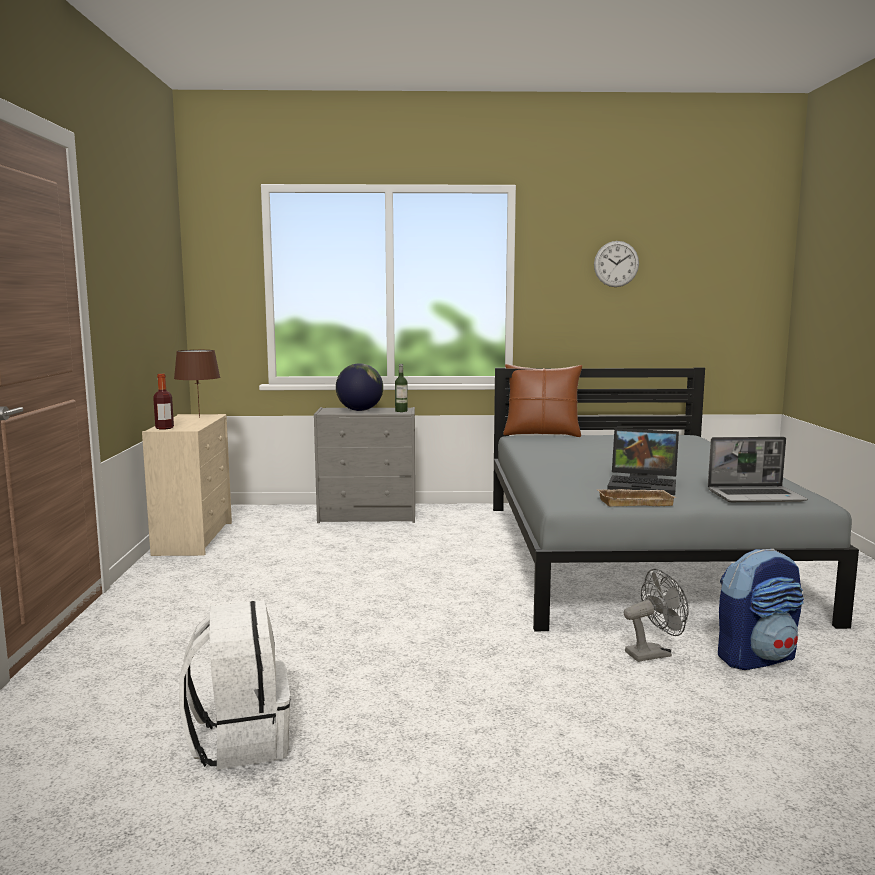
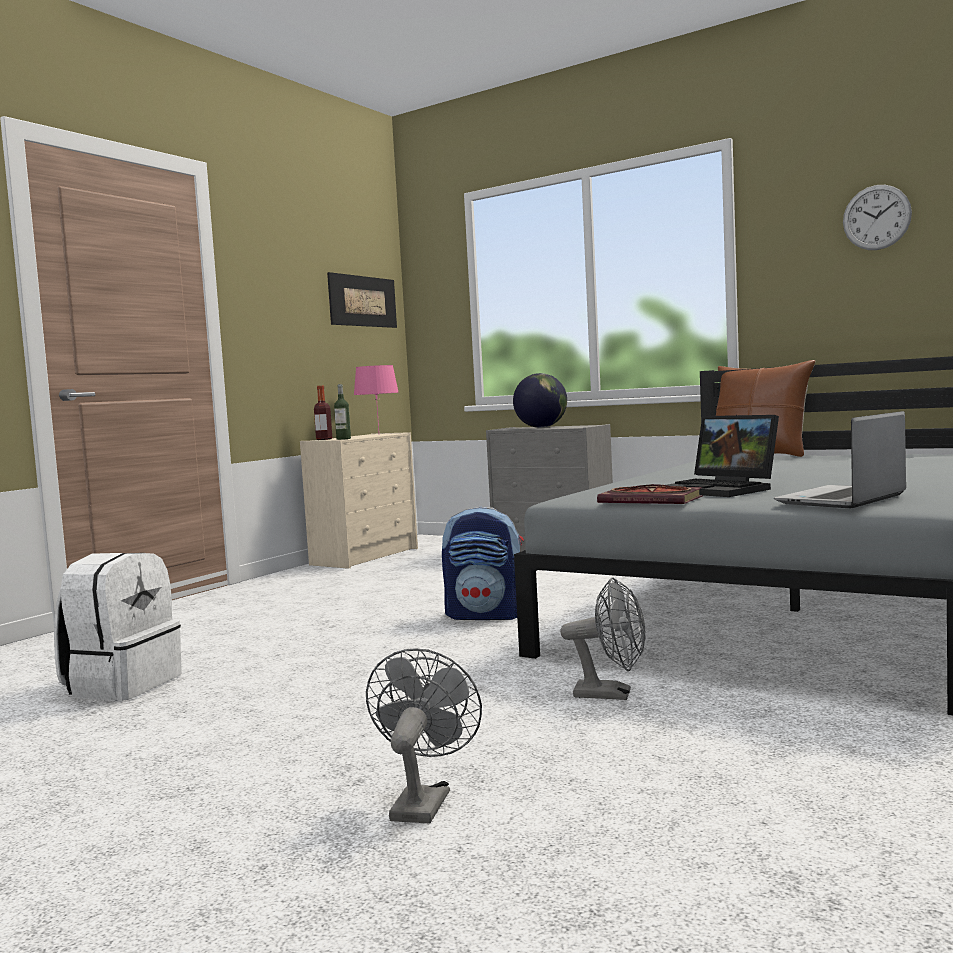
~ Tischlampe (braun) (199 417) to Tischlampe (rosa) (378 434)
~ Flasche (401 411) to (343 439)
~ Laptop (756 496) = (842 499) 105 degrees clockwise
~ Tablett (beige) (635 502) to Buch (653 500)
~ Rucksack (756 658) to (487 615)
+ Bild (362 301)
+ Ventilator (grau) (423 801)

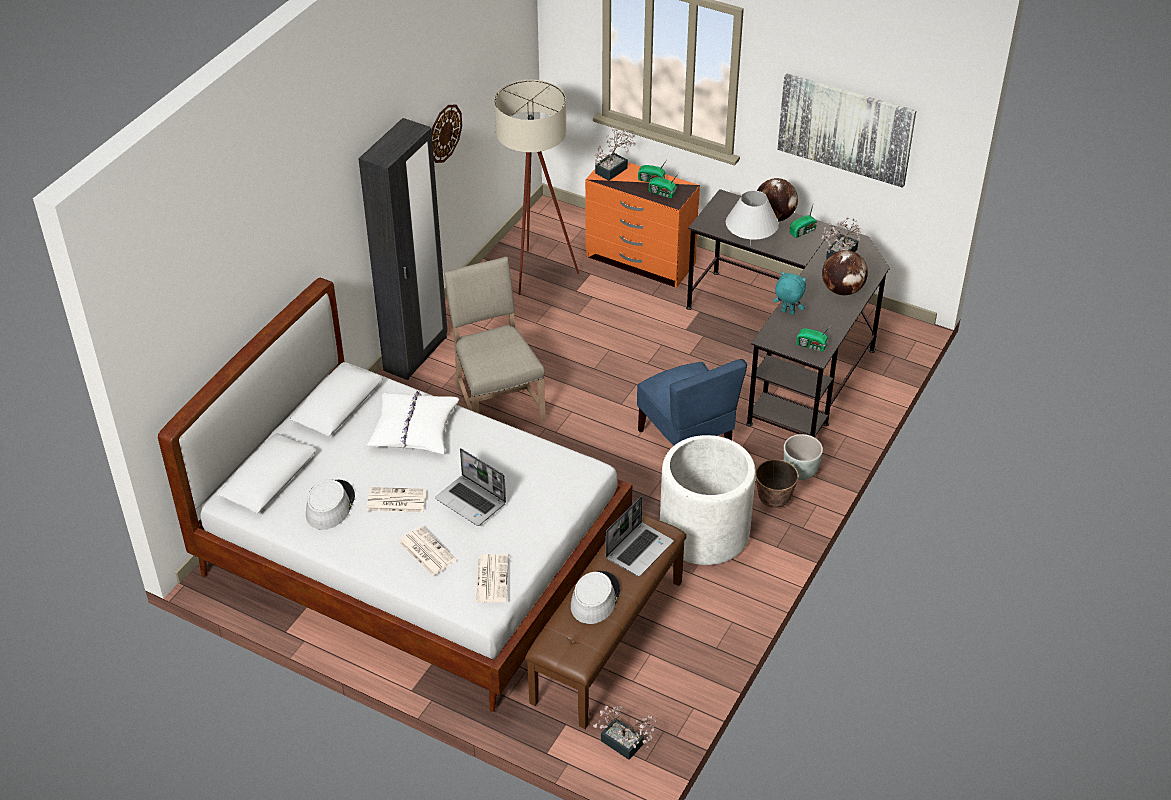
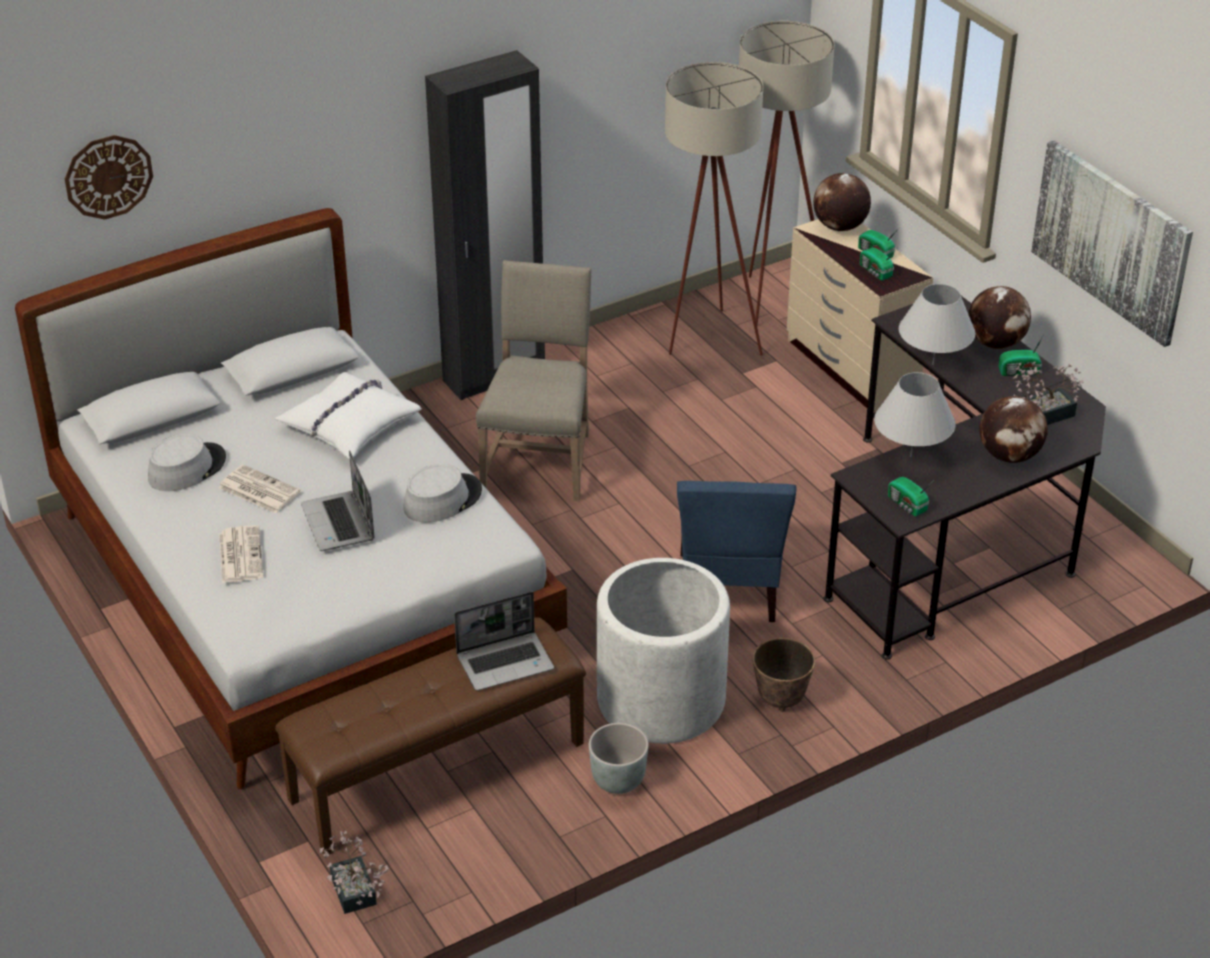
~ Wanduhr (444 133) to (108 176)
~ Topfpflanze (614 169) to Globus (839 227)
~ Kommode (orange) (640 261) to Kommode (beige) (851 367)
~ Plüschtier (türkis) (787 312) to Tischlampe (weiß) (910 456)
~ Pflanzkübel (grau) (800 472) to (617 781)
- Zeitung (491 578)
~ Hut (grau) (595 598) to (442 499)
+ Stehlampe (beige) (772 296)

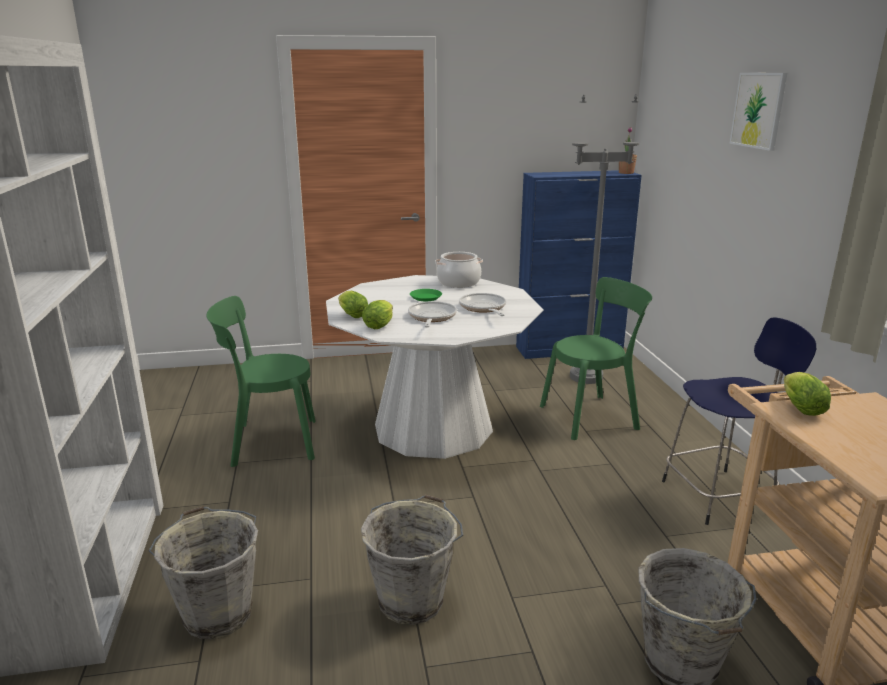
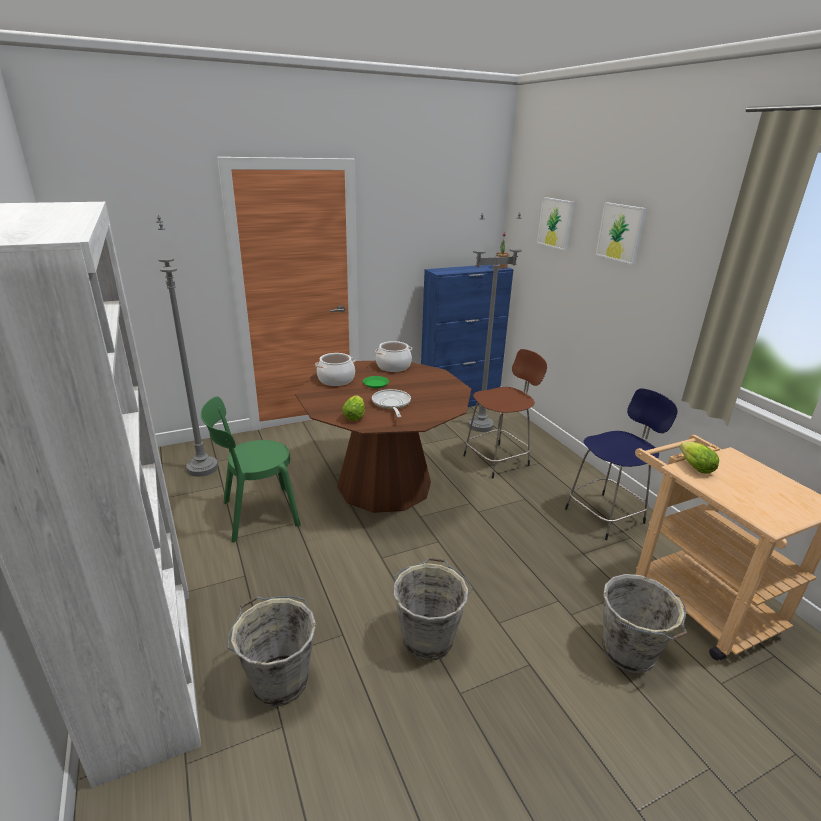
~ Esstisch (weiß) (433 427) to Esstisch (braun) (384 484)
~ Stuhl (grün) (592 416) to Hocker (braun) (498 460)
- Salatkopf (351 315)
- Pfanne (483 308)
+ Bild (555 223)
+ Stehlampe (grau) (203 468)
+ Kochtopf (336 380)

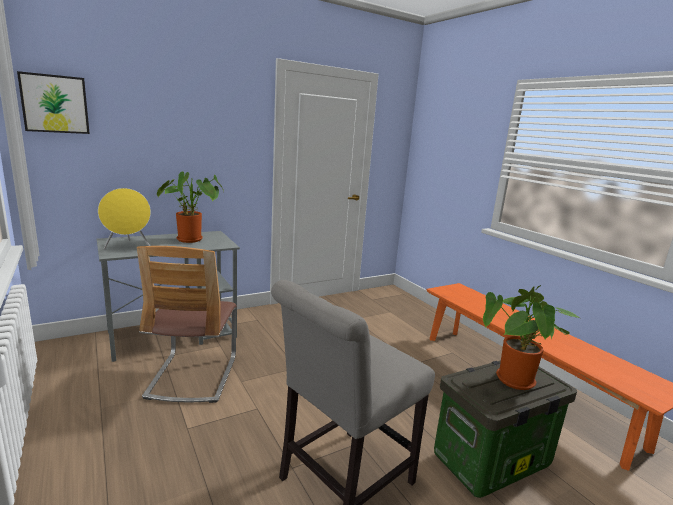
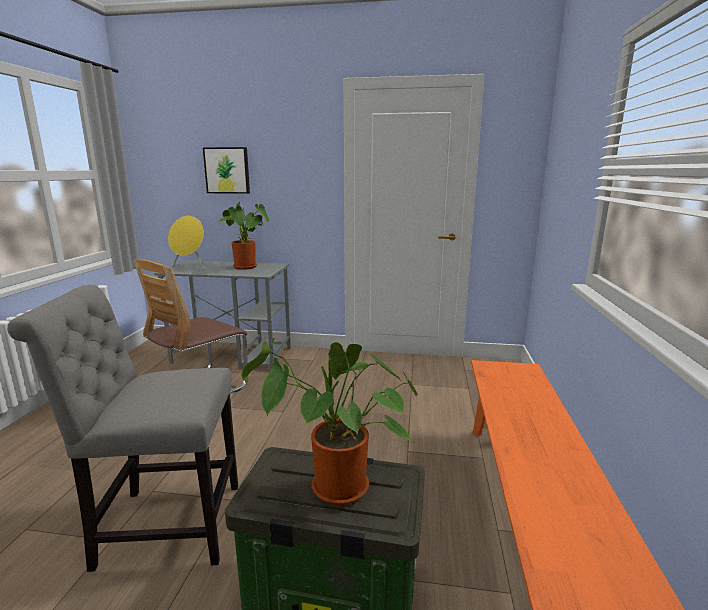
~ Bild (55 104) to (227 170)

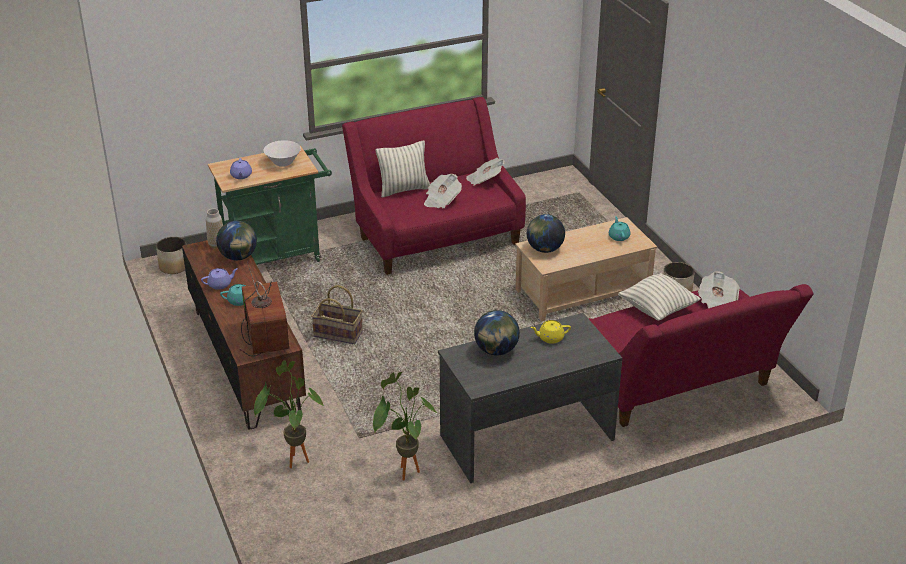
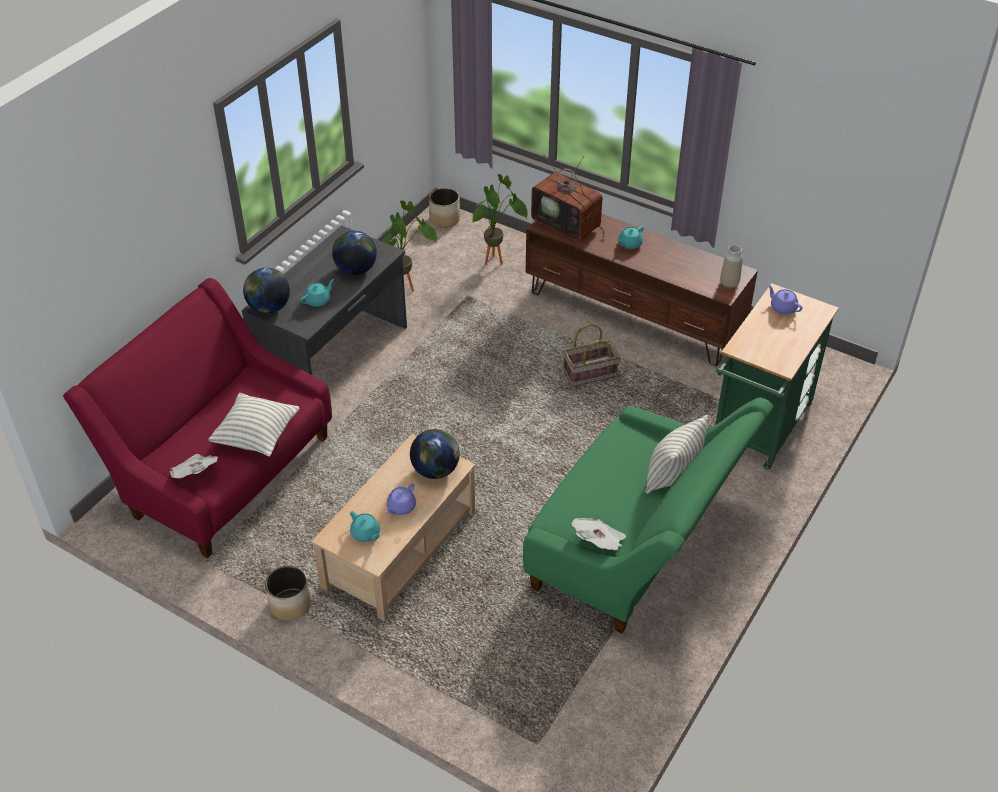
~ Sofa (rot) (435 236) to Sofa (grün) (636 549)
- Schüssel (weiß) (283 163)
- Zeitung (441 200)
~ Globus (238 257) to (269 308)
~ Pflanzkübel (174 267) to (445 219)
~ Teekanne (lila) (220 284) to (401 507)
~ Teekanne (gelb) (550 338) to Teekanne (türkis) (318 300)

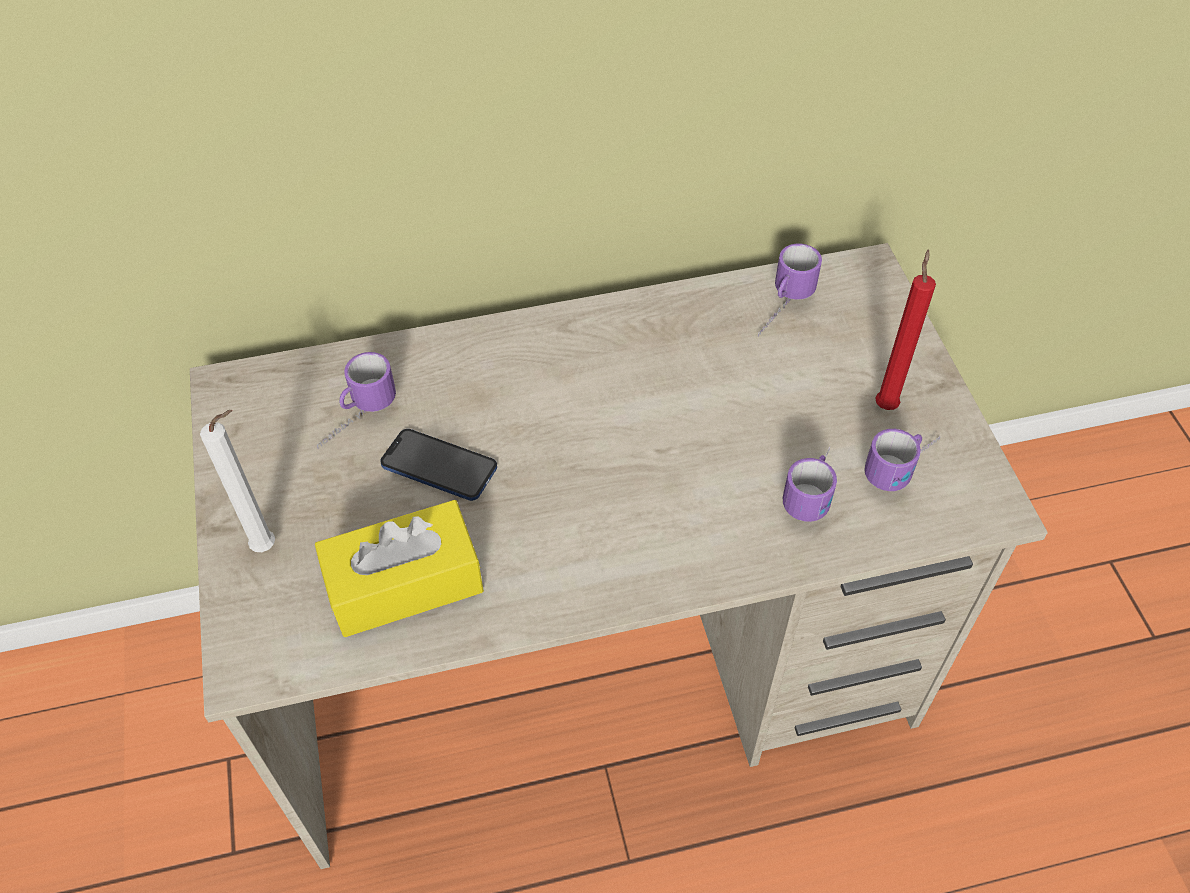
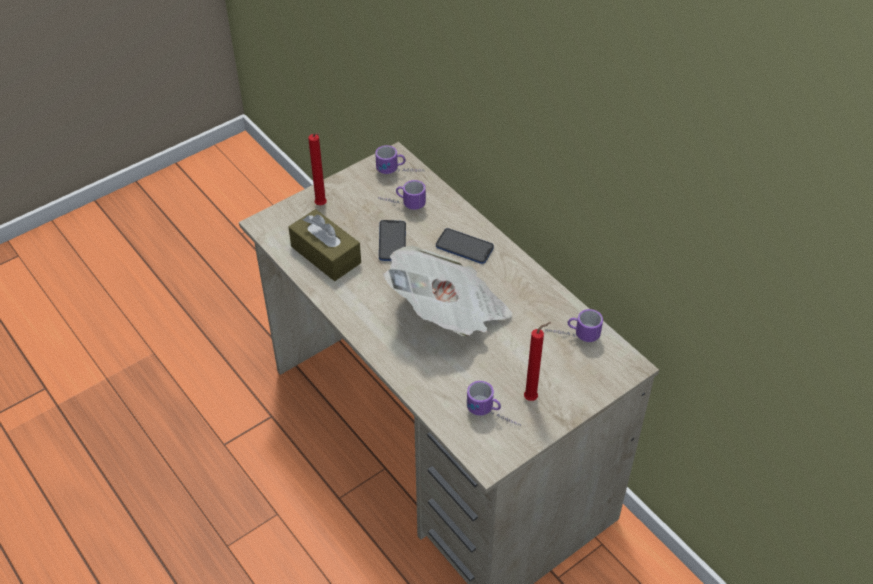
~ Kerze (weiß) (269 546) to Kerze (rot) (322 206)
~ Henkelbecher (813 489) to (400 172)
~ Taschentuchbox (gelb) (404 583) to Taschentuchbox (braun) (326 255)
+ Handy (464 247)
+ Zeitung (449 313)

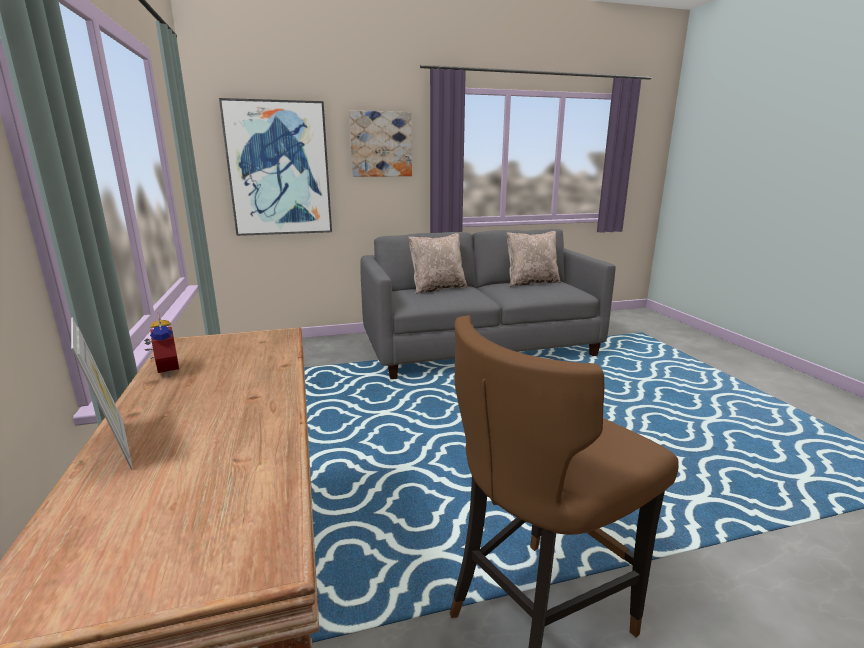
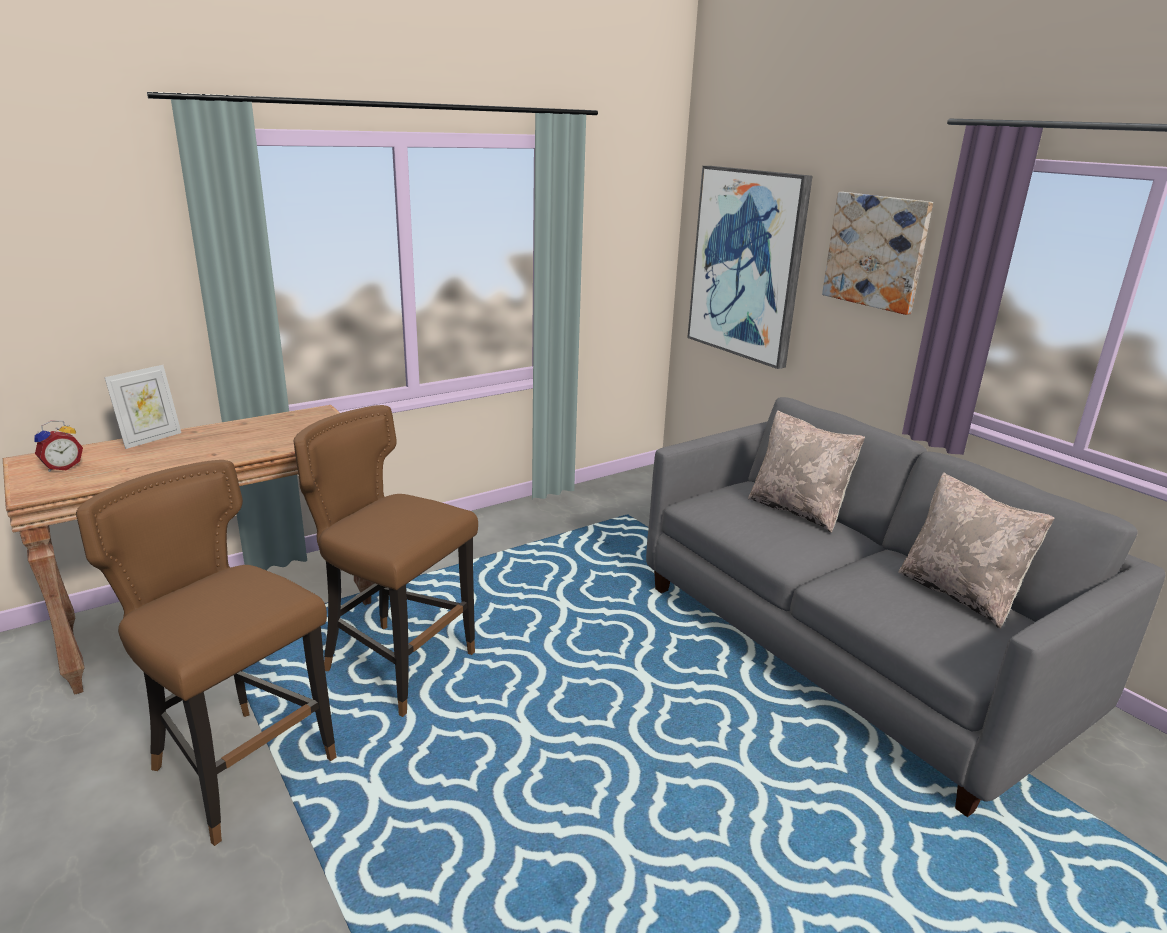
~ Wecker (165 371) to (62 467)
+ Hocker (braun) (397 665)

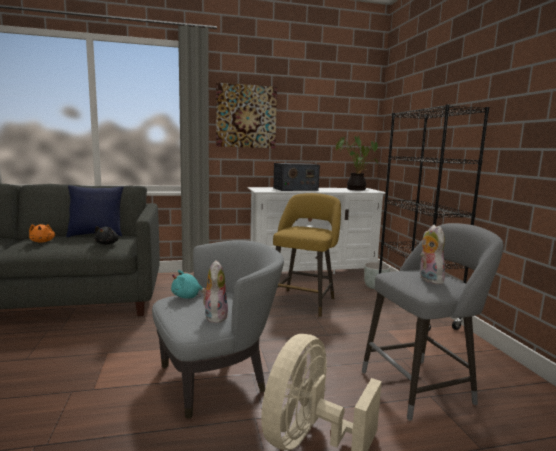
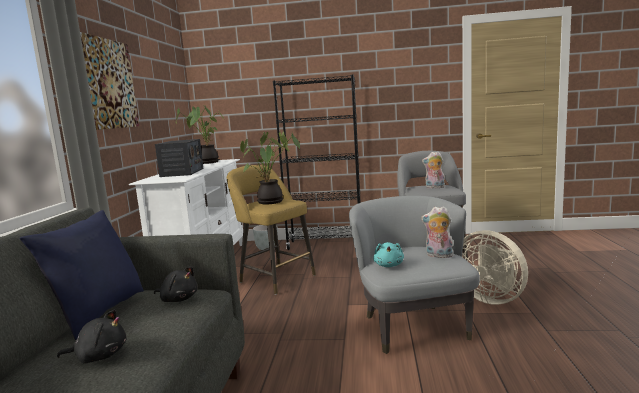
~ Plüschtier (orange) (42 241) to Plüschtier (schwarz) (99 356)
+ Topfpflanze (271 202)

